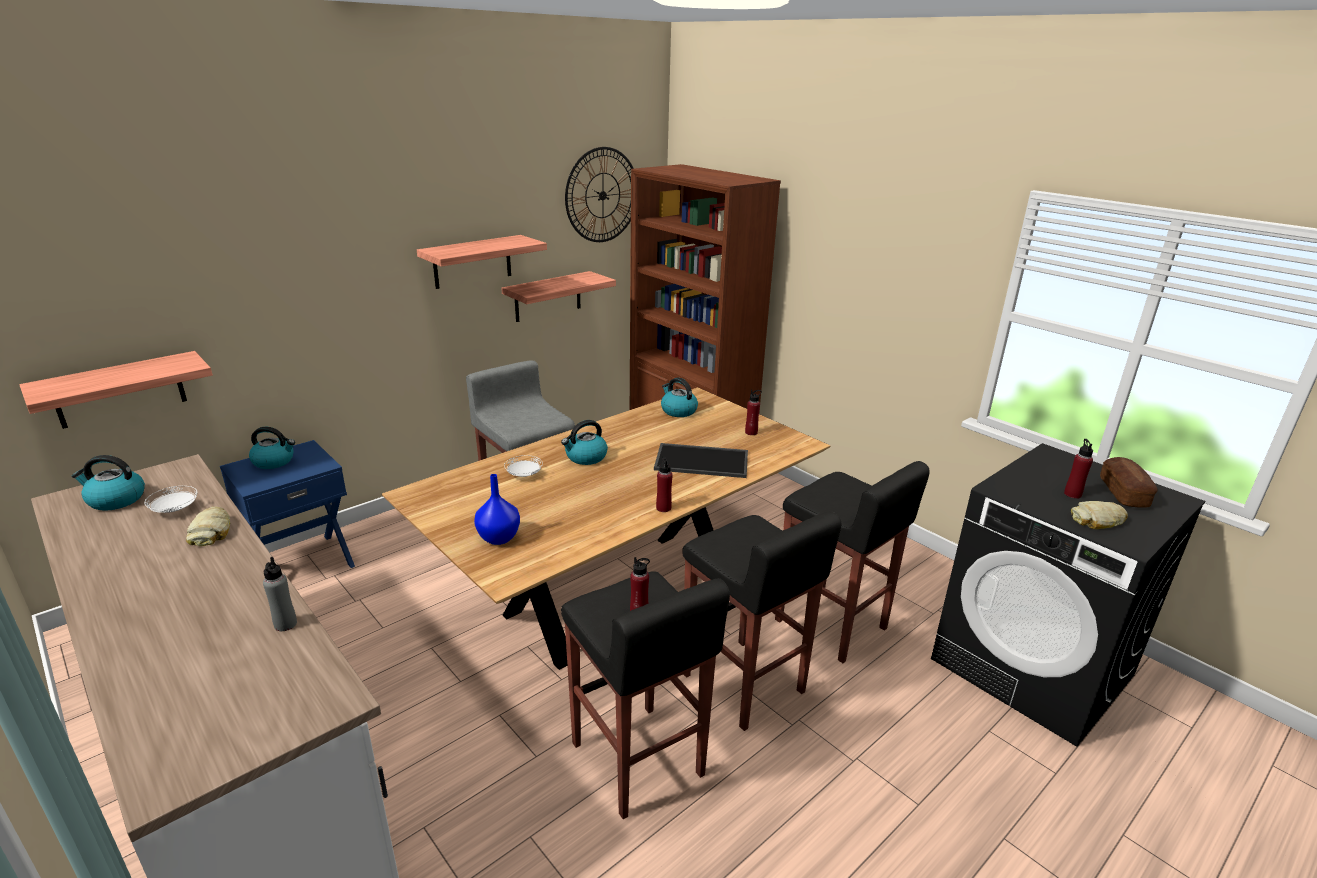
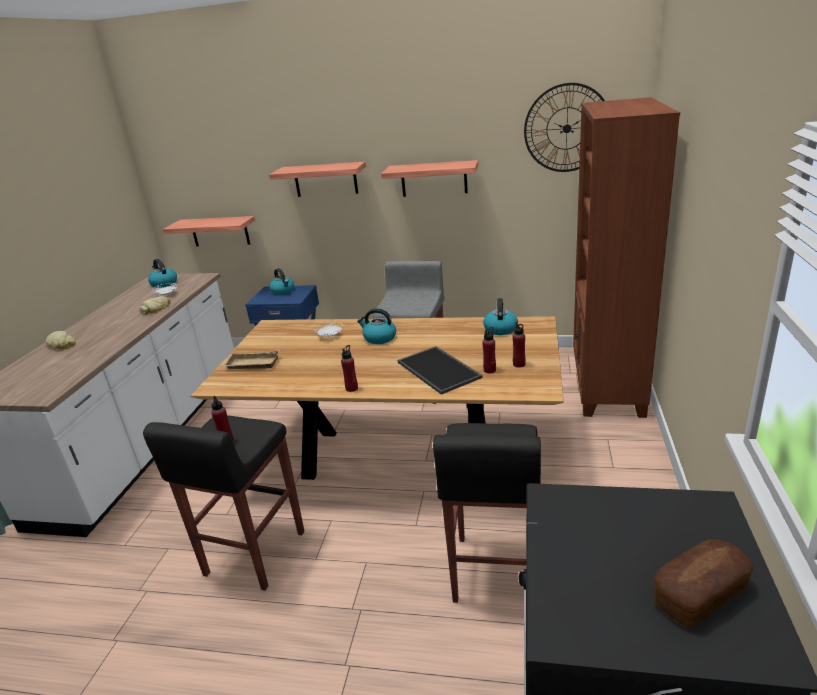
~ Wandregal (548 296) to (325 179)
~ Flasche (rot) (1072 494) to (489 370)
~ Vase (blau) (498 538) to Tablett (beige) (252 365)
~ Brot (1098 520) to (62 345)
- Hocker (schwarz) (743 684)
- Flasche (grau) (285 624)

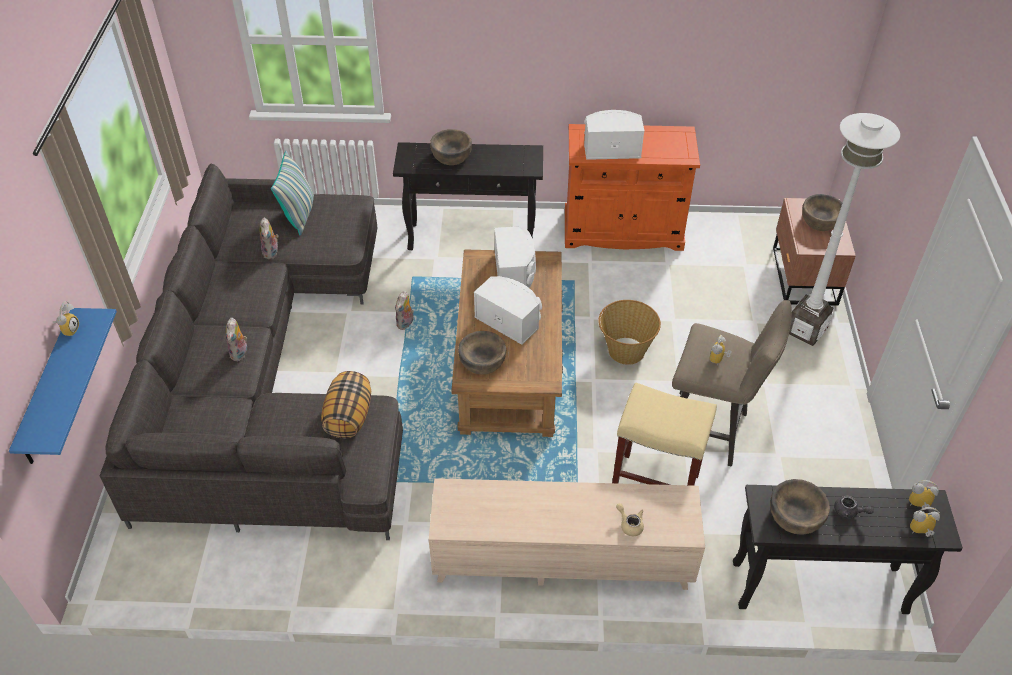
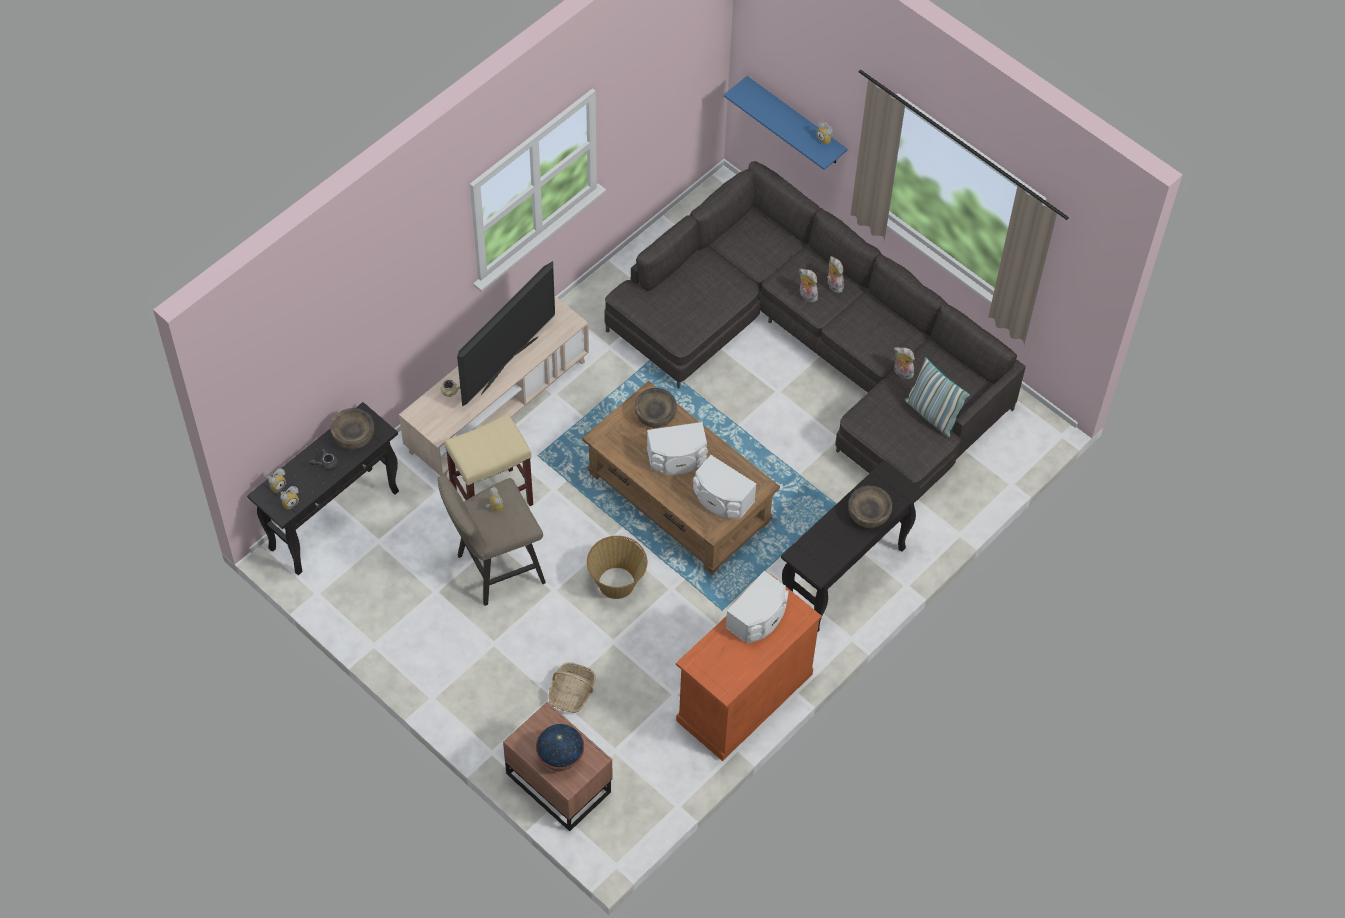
- Stehlampe (weiß) (806 330)
~ Schüssel (braun) (820 221) to Globus (560 756)
~ Plüschtier (405 323) to (833 285)
- Kissen (348 417)
+ Fernseher (508 364)
+ Korb (572 692)

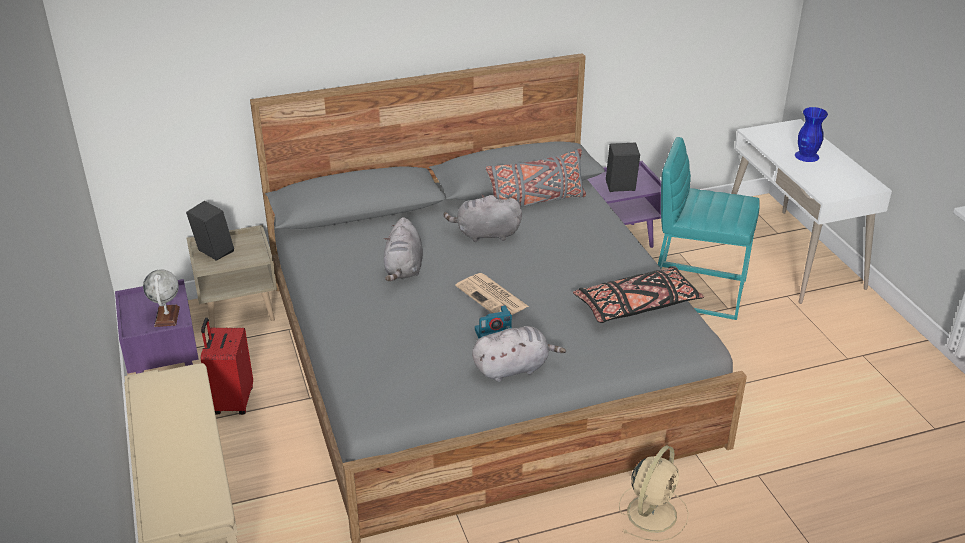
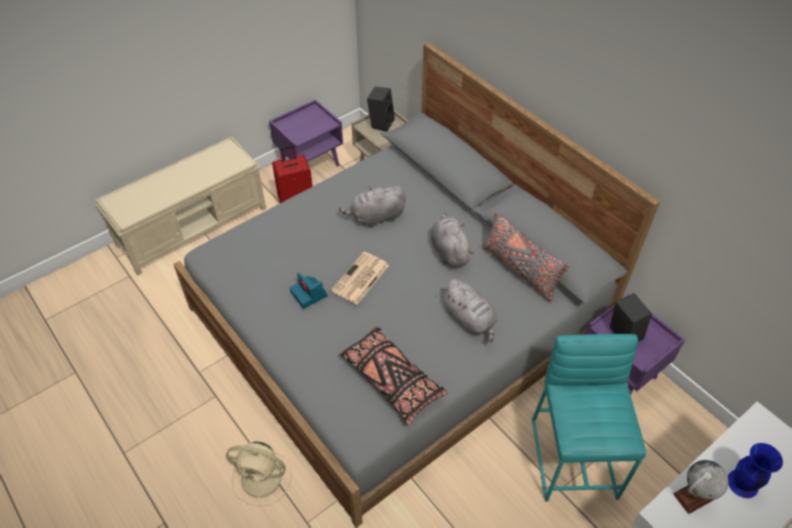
~ Globus (167 316) to (693 496)
~ Plüschtier (grau) (513 368) to (470 319)

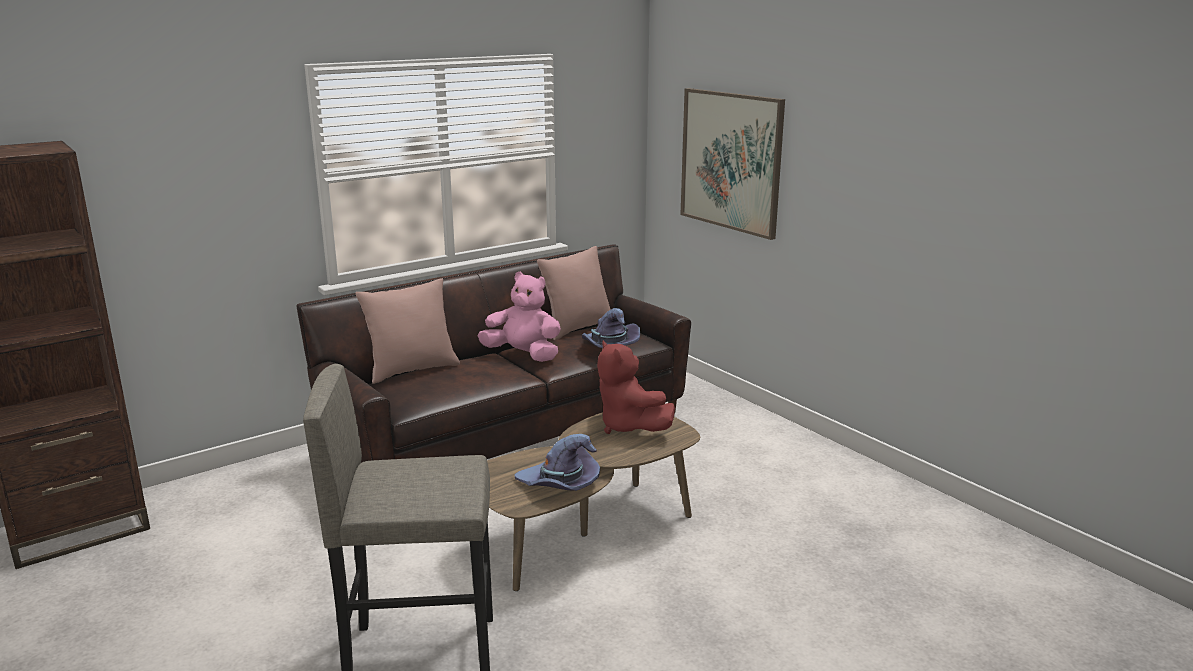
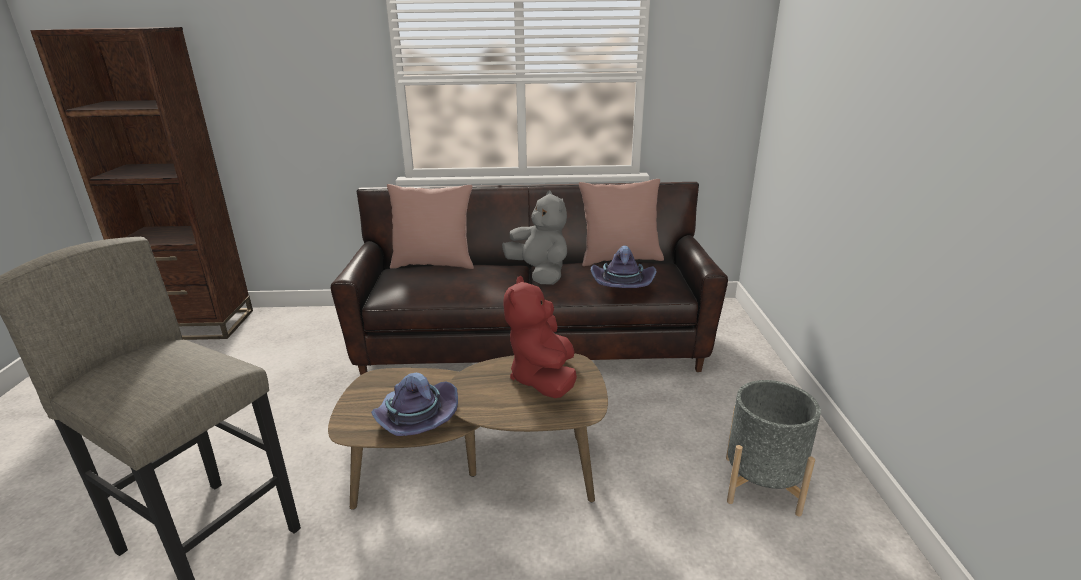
- Bild (731 161)
~ Plüschtier (rosa) (523 355) to Plüschtier (grau) (539 273)
+ Pflanzkübel (grau) (761 485)

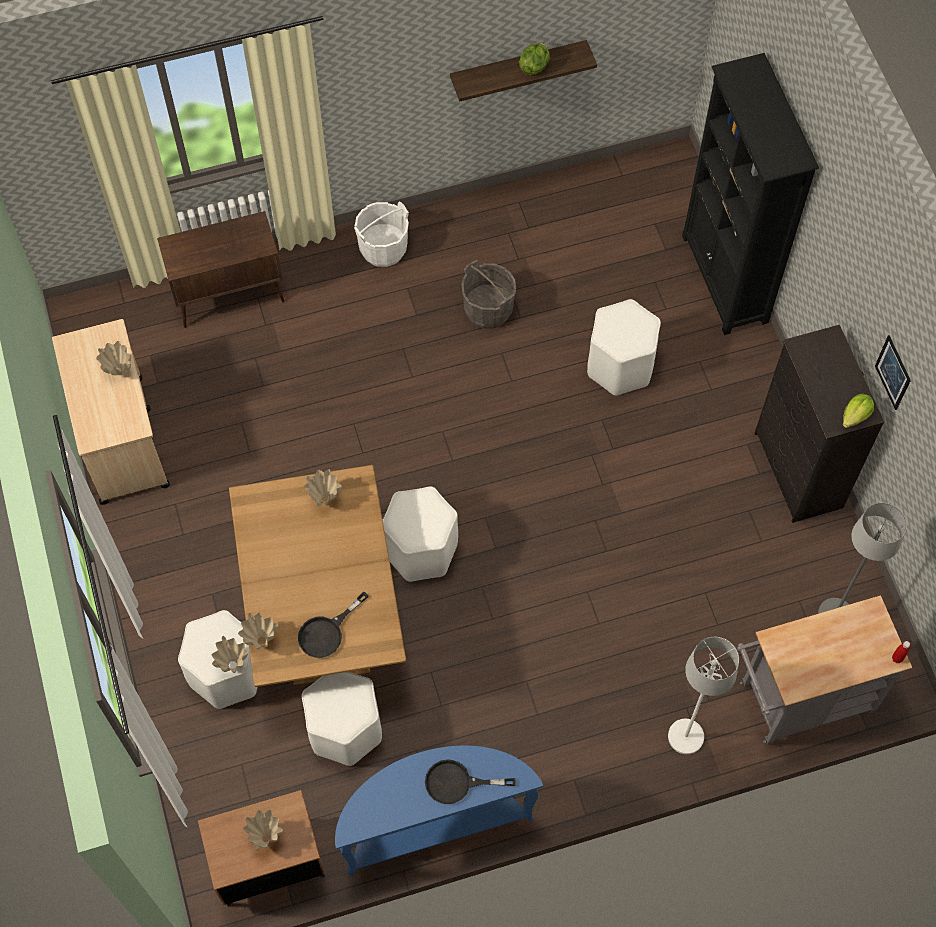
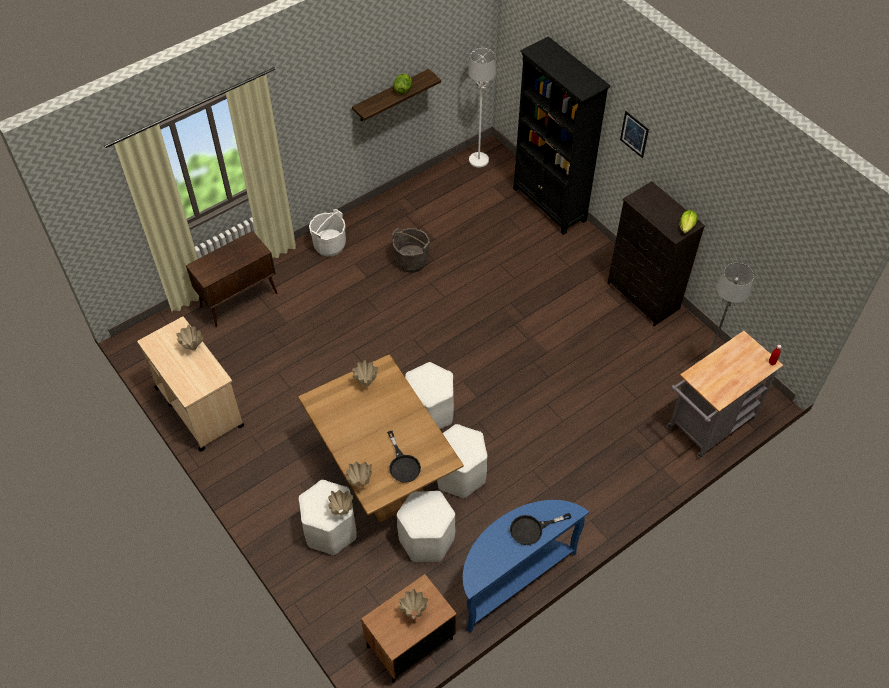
~ Hocker (weiß) (620 366) to (460 475)
~ Bild (893 372) to (634 134)
~ Pfanne (schwarz) (326 632) = (403 464) 45 degrees counterclockwise
~ Stehlampe (weiß) (685 737) to (478 160)

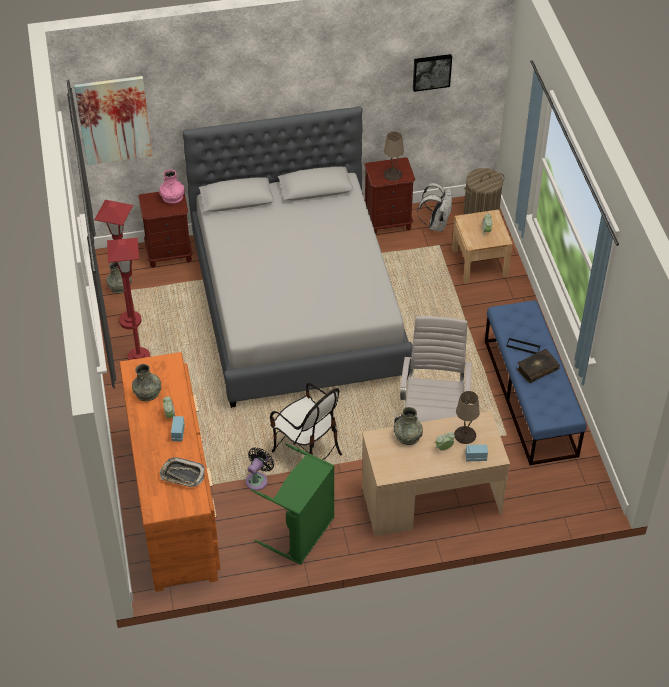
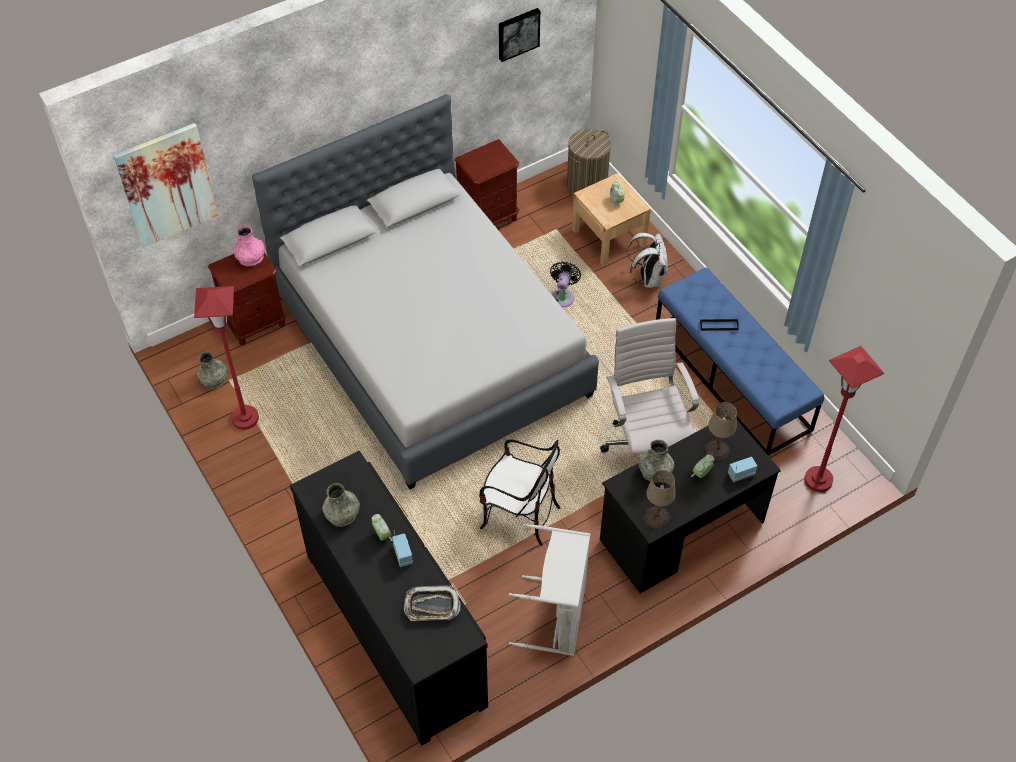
~ Tischlampe (beige) (393 174) to (657 517)
~ Rucksack (weiß) (436 224) to (648 278)
~ Stehlampe (rot) (139 358) to (818 480)
- Buch (537 369)
~ Kommode (orange) (174 503) to Kommode (schwarz) (396 627)
~ Schreibtisch (beige) (431 501) to Schreibtisch (schwarz) (681 531)
~ Wäschekorb (grün) (302 533) to Wäschekorb (grau) (558 617)
~ Ventilator (schwarz) (258 479) to (563 296)

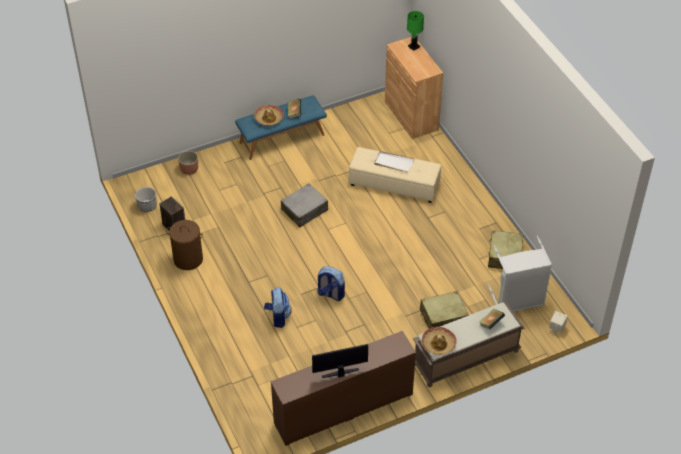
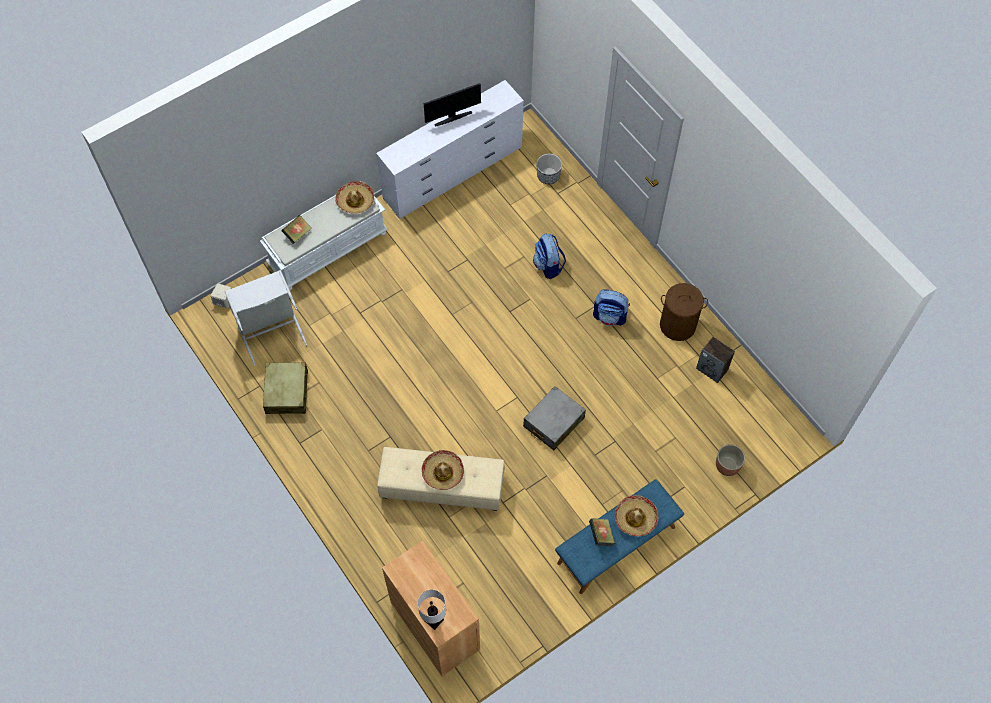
~ Tischlampe (grün) (414 46) to Tischlampe (weiß) (433 620)
~ Tablett (weiß) (393 163) to Hut (443 472)
~ Pflanzkübel (147 206) to (548 176)
~ Rucksack (330 294) to (610 316)
- Koffer (beige) (443 317)
~ Bank (braun) (465 358) to Bank (weiß) (328 248)
~ Kommode (braun) (343 408) to Kommode (weiß) (453 173)

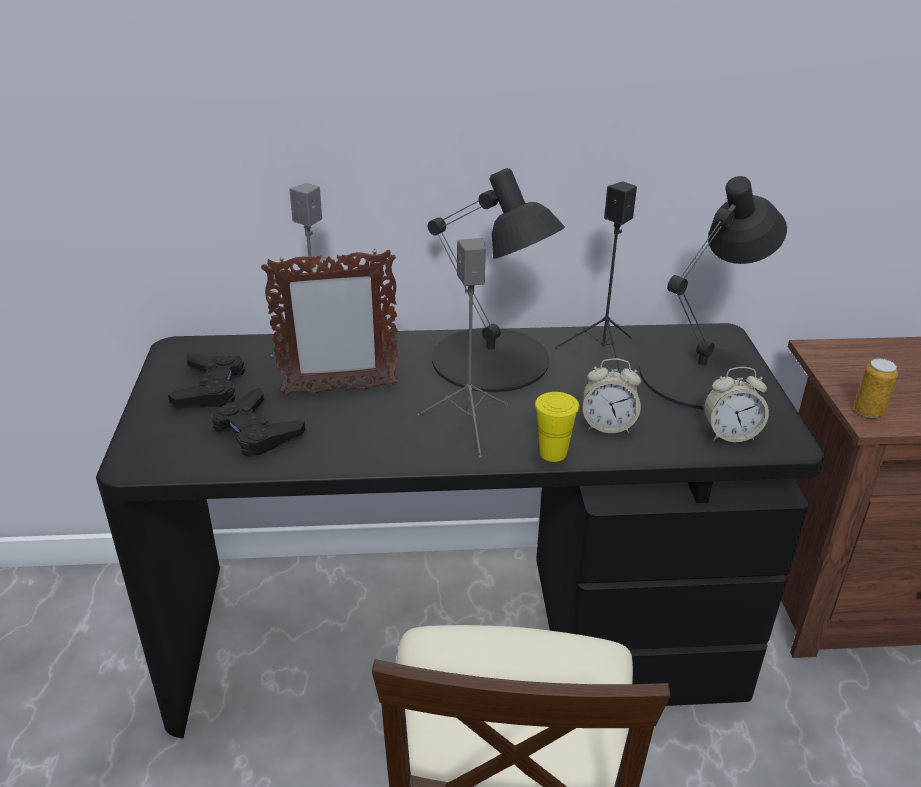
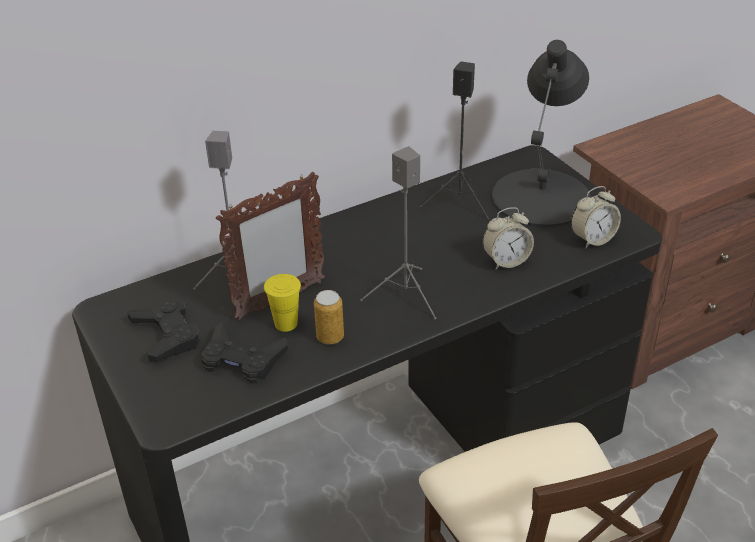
- Tischlampe (schwarz) (491 360)
~ Dose (868 411) to (330 337)
~ Tasse (gelb) (553 453) to (286 324)

